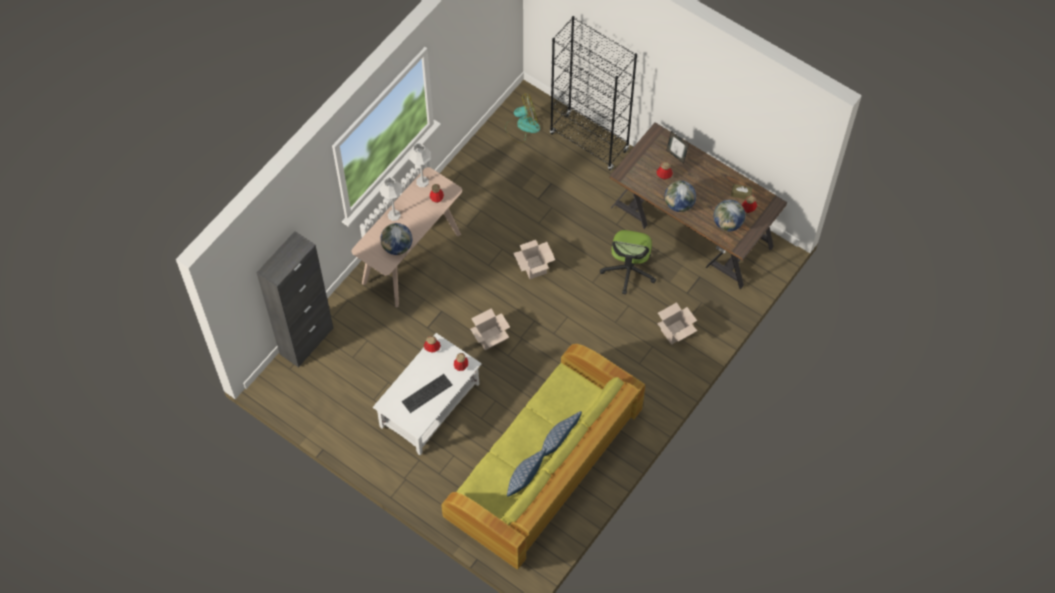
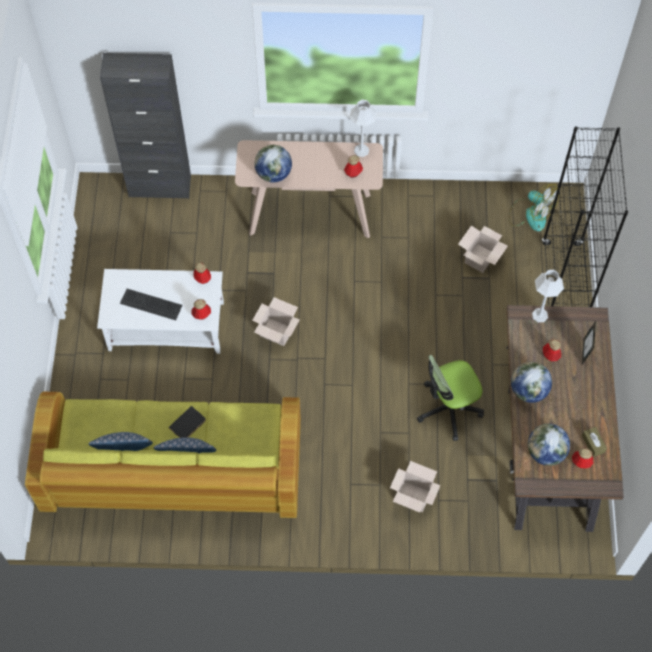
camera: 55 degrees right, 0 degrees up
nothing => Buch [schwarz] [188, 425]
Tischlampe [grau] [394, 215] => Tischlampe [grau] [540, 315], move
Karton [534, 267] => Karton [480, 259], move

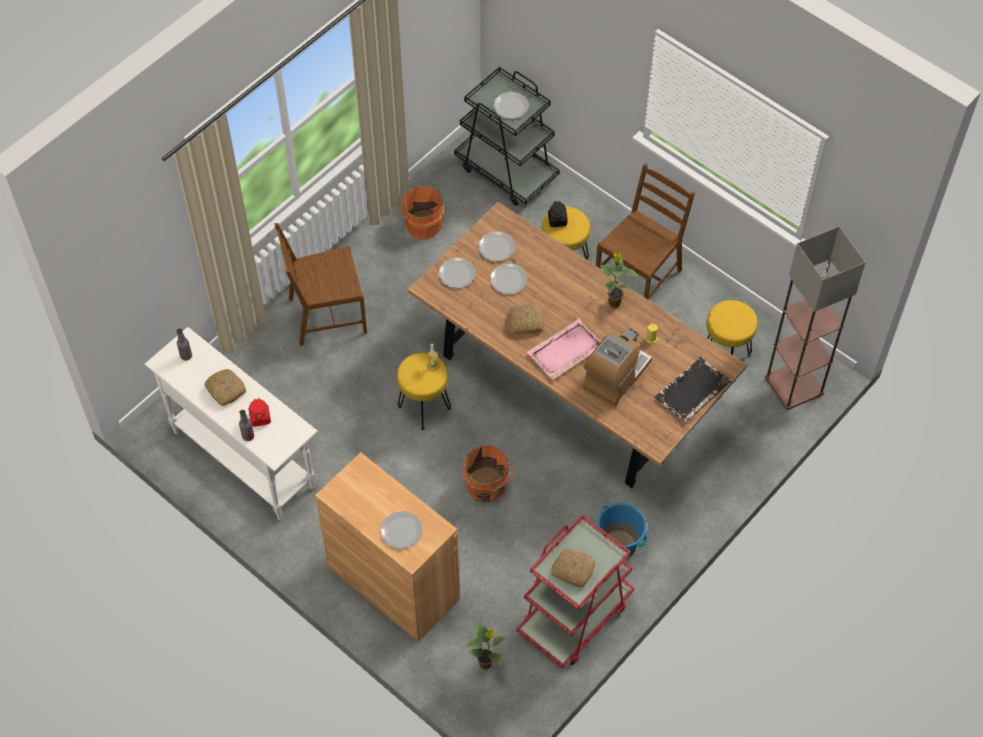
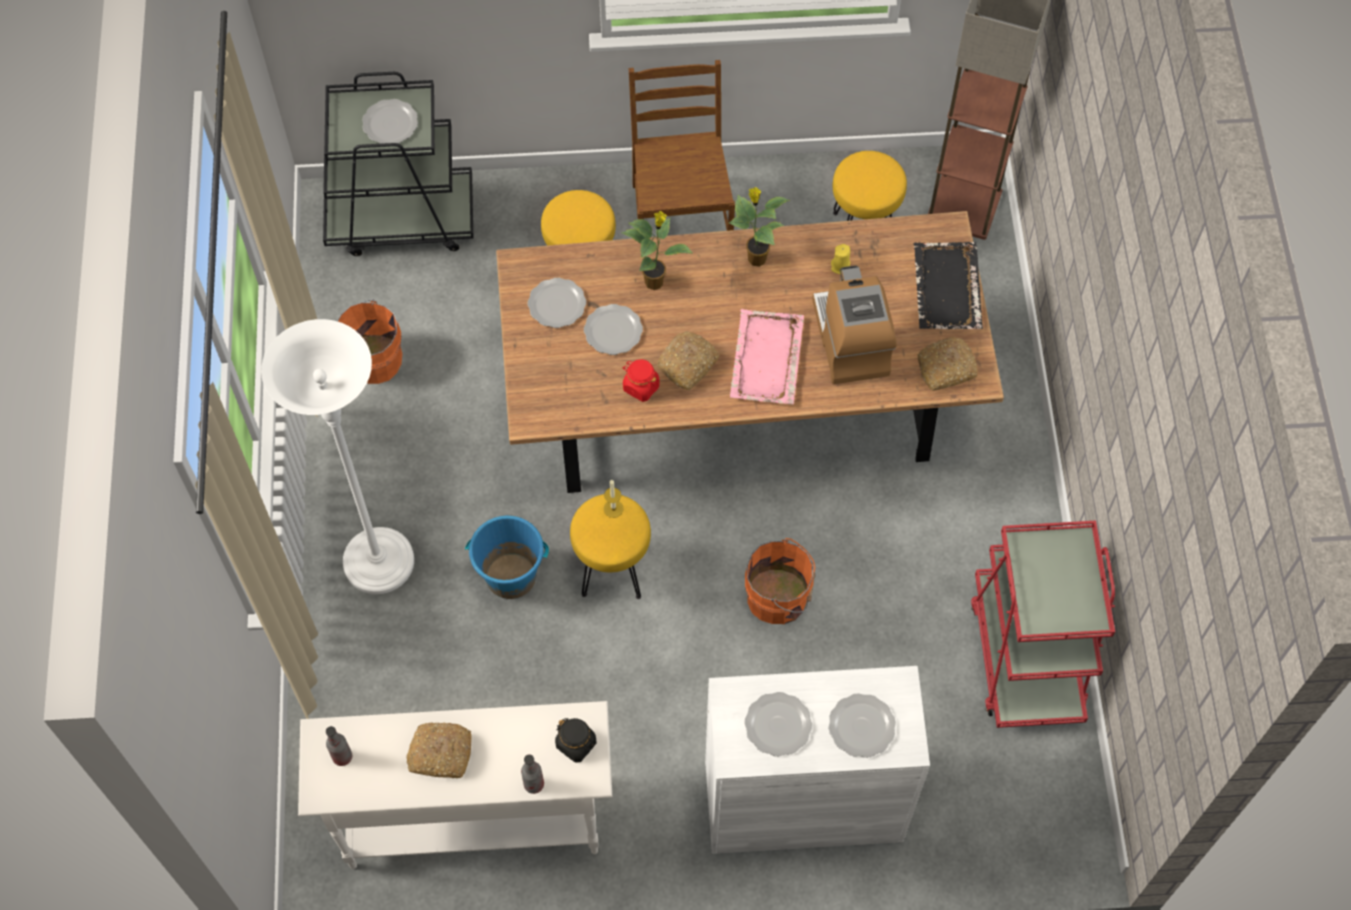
camera: 45 degrees left, 5 degrees up
Vorratsglas [rot] [260, 418] => Vorratsglas [rot] [641, 387], move
Teller [456, 274] => Teller [778, 726], move
Topfpflanze [486, 663] => Topfpflanze [655, 281], move
Vorratsglas [schwarz] [557, 220] => Vorratsglas [schwarz] [576, 744], move
Brot [572, 570] => Brot [945, 369], move
Eimer [blau] [619, 545] => Eimer [blau] [511, 576], move
Stuhl [braun] [326, 315] => Stehlampe [weiß] [379, 563]
Schrank [braun] [393, 583] => Schrank [weiß] [803, 801]

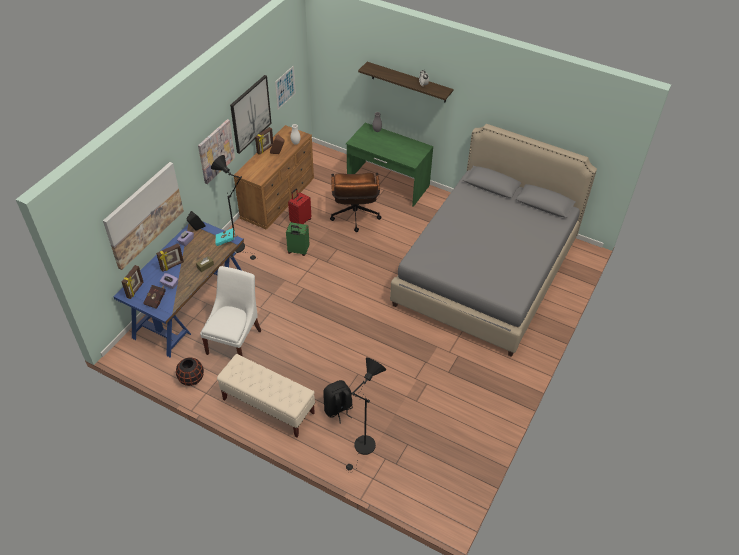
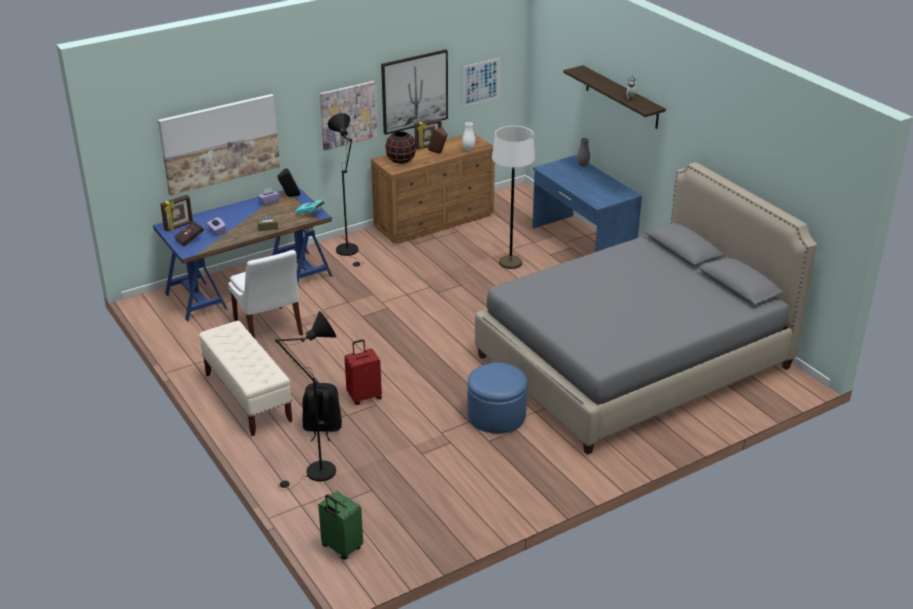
camera: 30 degrees right, 15 degrees down
Bilderrahmen [172, 266] => nothing
nothing => Polsterhocker [blau] [496, 415]
Vase [schwarz] [191, 378] => Vase [schwarz] [401, 160], move
Koffer [grün] [298, 251] => Koffer [grün] [341, 548], move
Koffer [rot] [300, 221] => Koffer [rot] [364, 396], move
Bürostuhl [braun] [355, 218] => Stehlampe [weiß] [510, 263]
Schreibtisch [grün] [387, 184] => Schreibtisch [blau] [582, 243]
Stuhl [weiß] [235, 340] => Stuhl [weiß] [268, 329], 105 degrees clockwise

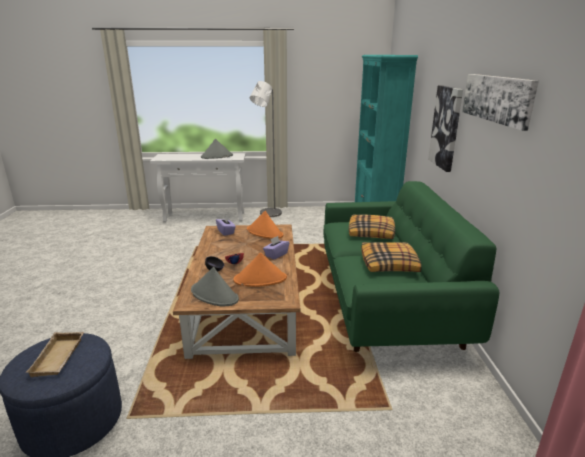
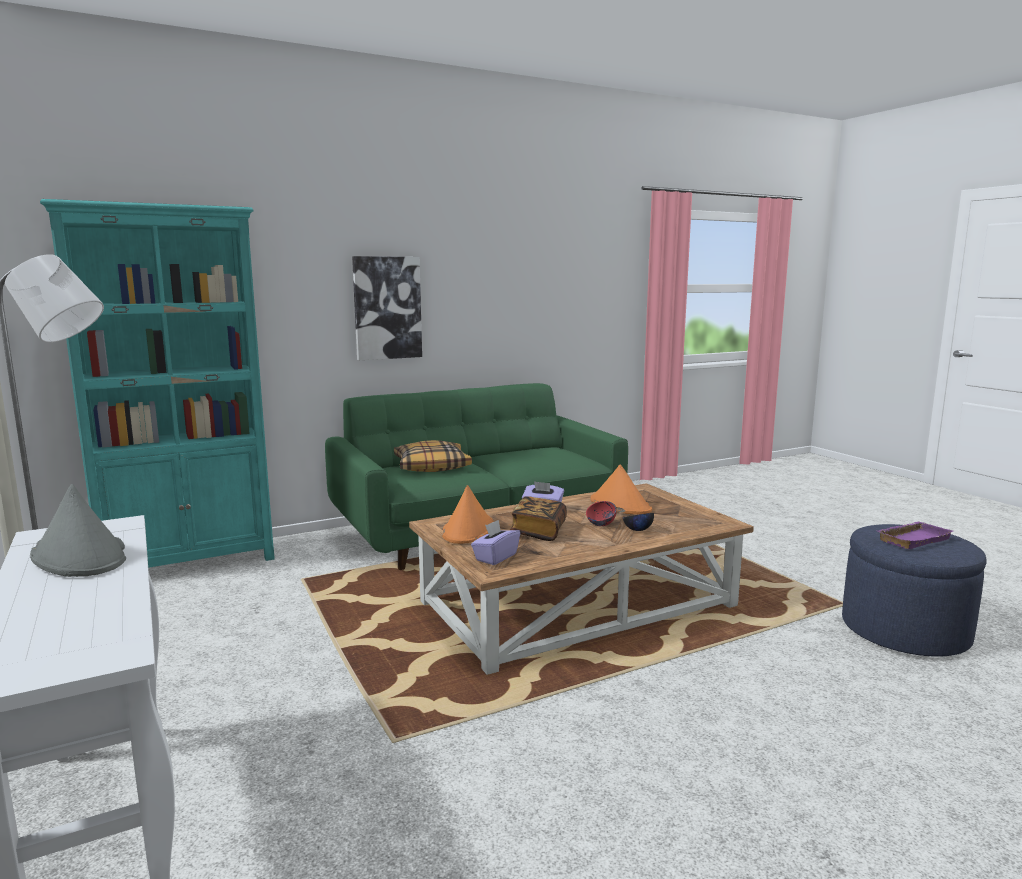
camera: 115 degrees left, 10 degrees down
Hut [grau] [214, 295] => nothing
Kissen [389, 264] => nothing
Bild [497, 98] => nothing
nothing => Buch [538, 531]
Tablett [beige] [59, 358] => Tablett [lila] [912, 539]

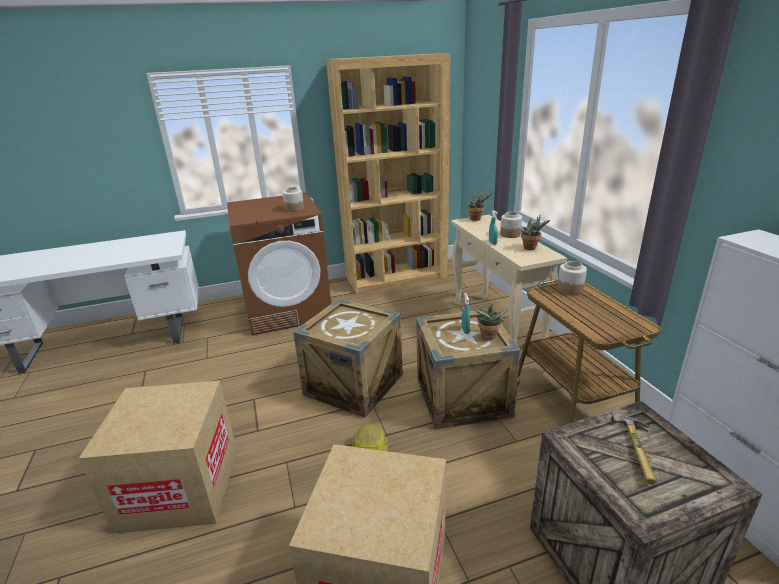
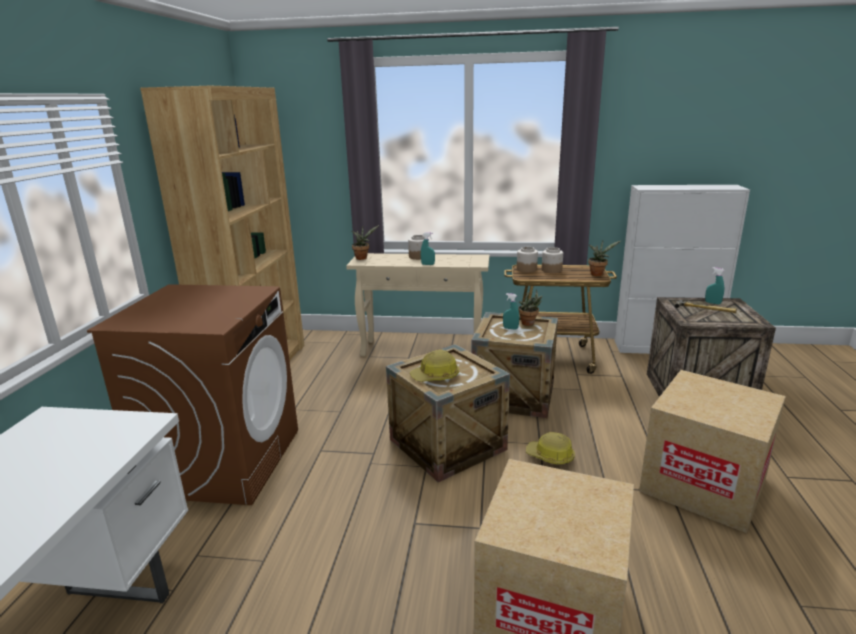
camera: 65 degrees left, 5 degrees down
nothing => Schutzhelm [436, 376]
nothing => Sprühflasche [türkis] [712, 303]
Vorratsglas [294, 209] => Vorratsglas [551, 270], move
Topfpflanze [531, 248] => Topfpflanze [598, 274], move

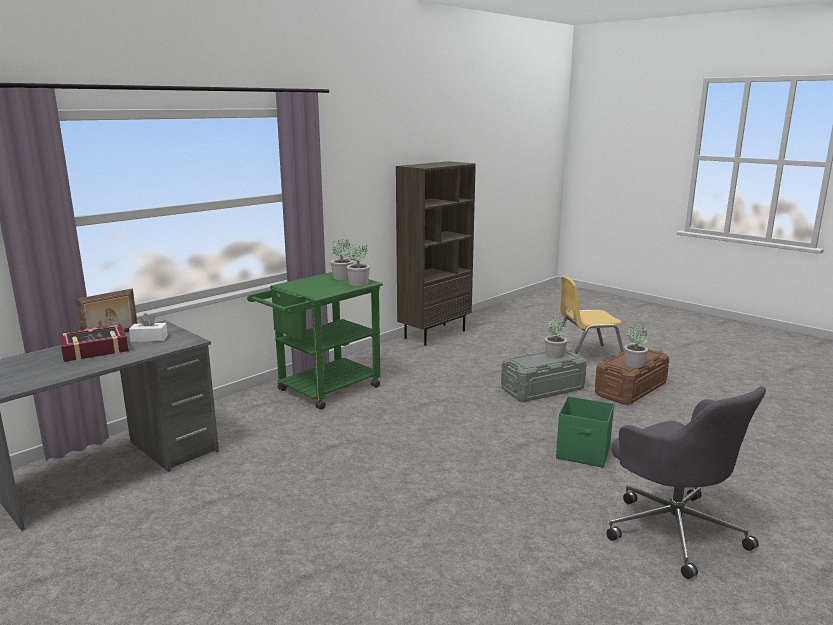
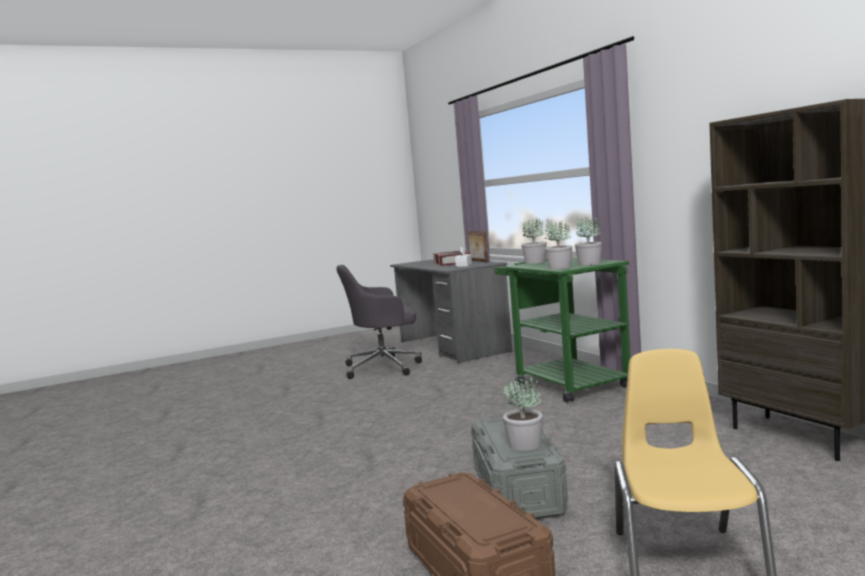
camera: 110 degrees right, 10 degrees down
Aufbewahrungsbox [grün] [584, 453] => nothing
Bürostuhl [grau] [672, 529] => Bürostuhl [grau] [384, 367], move
Topfpflanze [634, 364] => Topfpflanze [535, 262], move

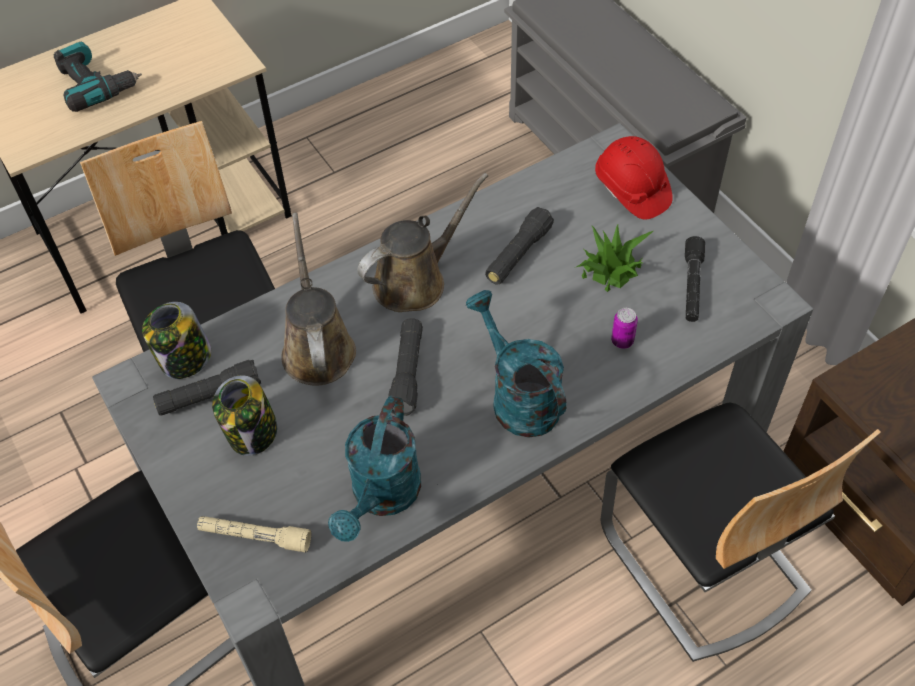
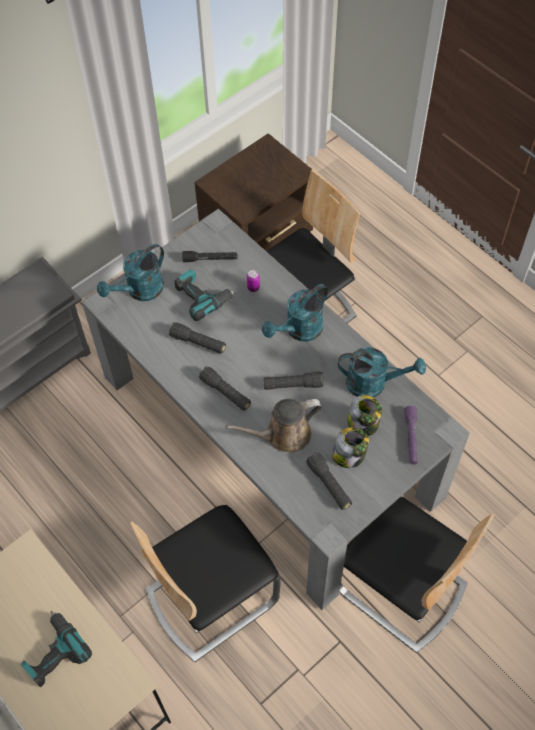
camera: 100 degrees left, 5 degrees up
Vorratsglas [185, 359] => Vorratsglas [363, 423], move
Gießkanne [braun] [415, 280] => Taschenlampe [schwarz] [225, 392]
Topfpflanze [610, 268] => Bohrmaschine [202, 297]
Schutzhelm [rot] [631, 190] => Gießkanne [türkis] [140, 291]
Taschenlampe [beige] [255, 537] => Taschenlampe [lila] [411, 438]

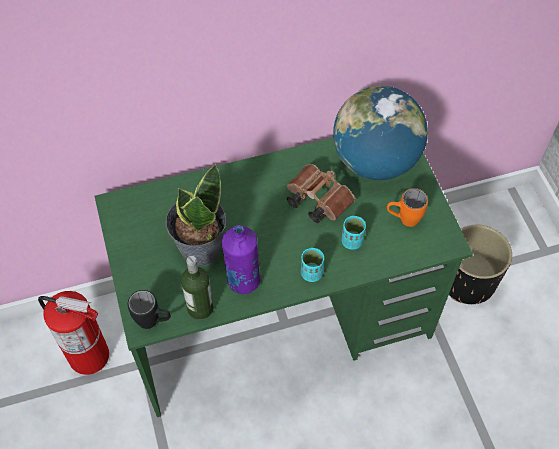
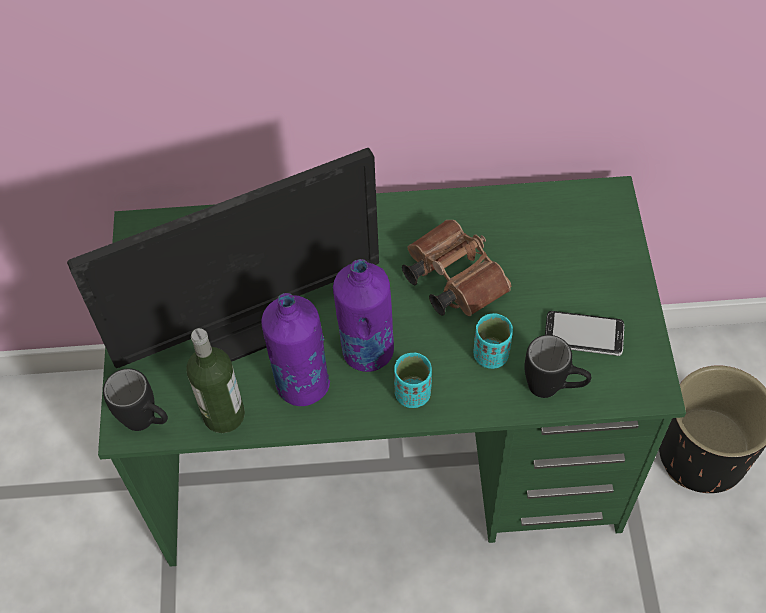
camera: 15 degrees right, 0 degrees up
Feuerlöscher [89, 356] => nothing
Globus [375, 161] => nothing
nothing => Flasche [lila] [367, 351]
nothing => Henkelbecher [schwarz] [553, 388]
Topfpflanze [200, 248] => Monitor [249, 320]
Henkelbecher [orange] [403, 219] => Handy [583, 335]

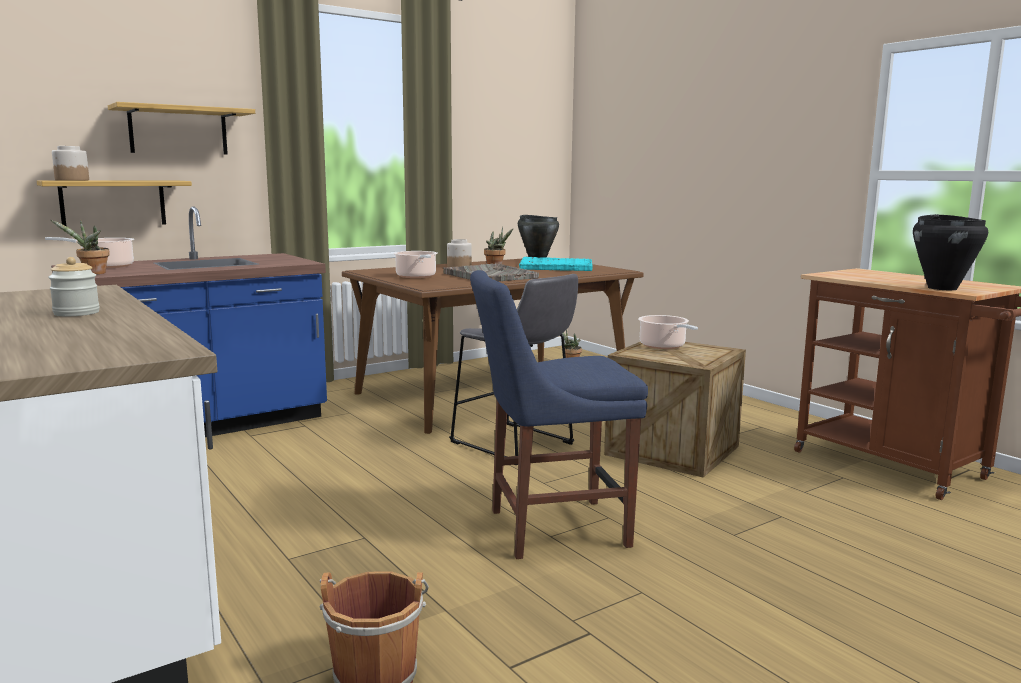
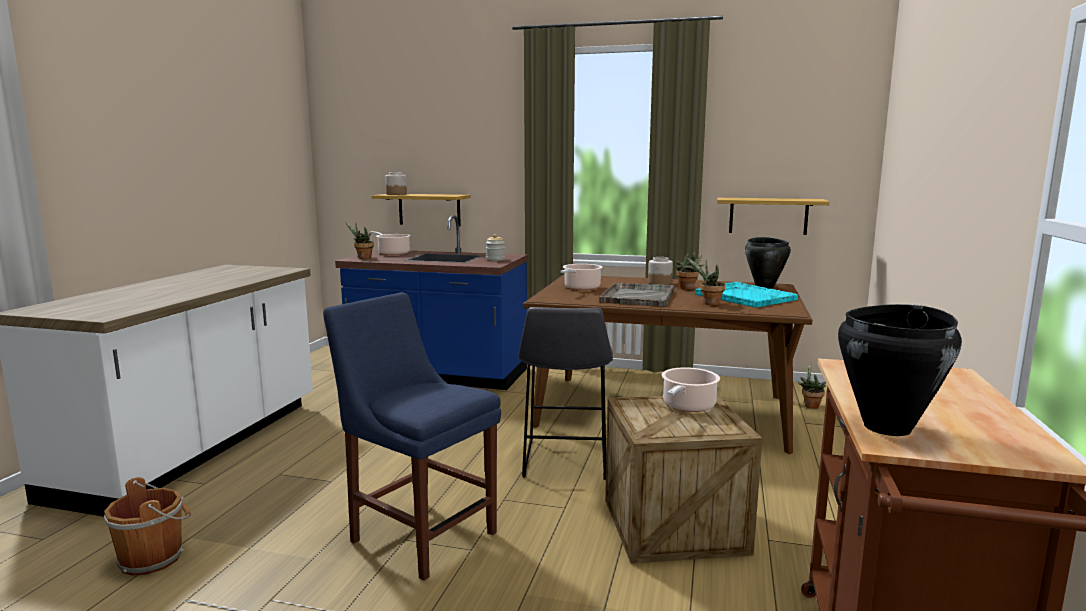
camera: 50 degrees right, 0 degrees up
nothing => Topfpflanze [709, 303]
Vorratsglas [76, 313] => Vorratsglas [495, 259], move
Wandregal [178, 131] => Wandregal [768, 215], move

